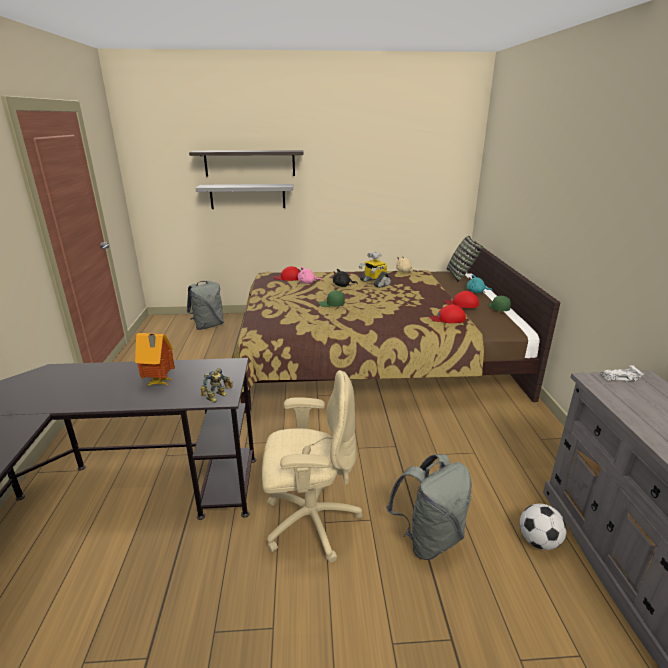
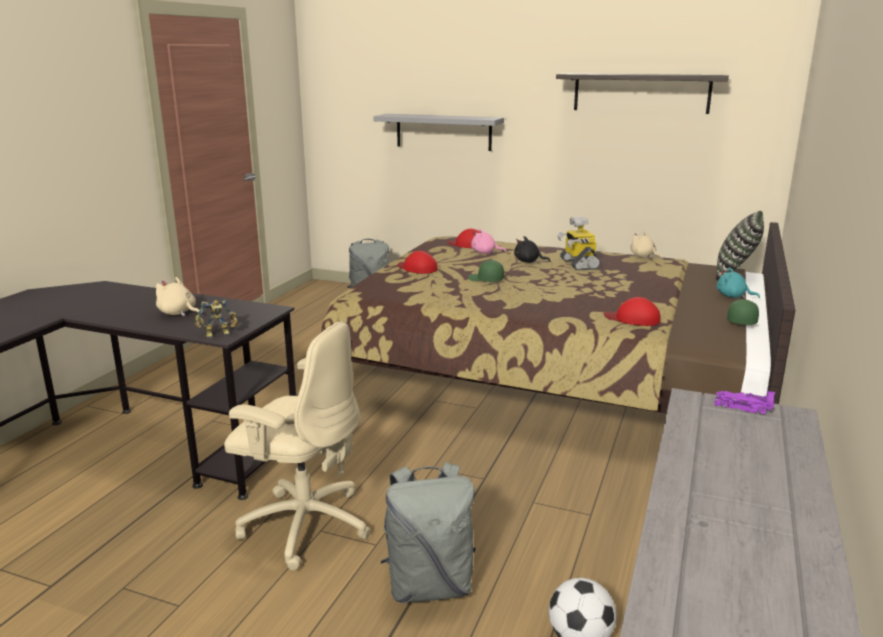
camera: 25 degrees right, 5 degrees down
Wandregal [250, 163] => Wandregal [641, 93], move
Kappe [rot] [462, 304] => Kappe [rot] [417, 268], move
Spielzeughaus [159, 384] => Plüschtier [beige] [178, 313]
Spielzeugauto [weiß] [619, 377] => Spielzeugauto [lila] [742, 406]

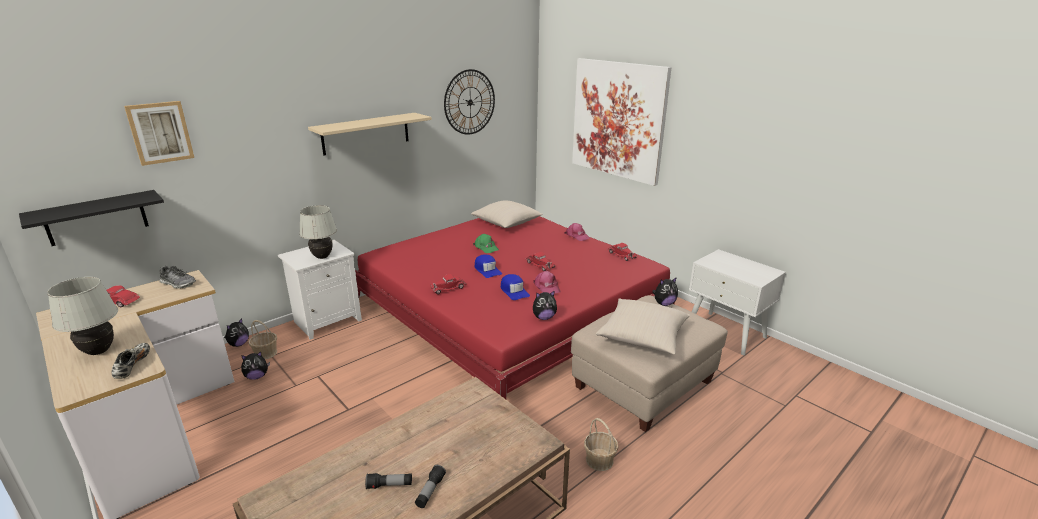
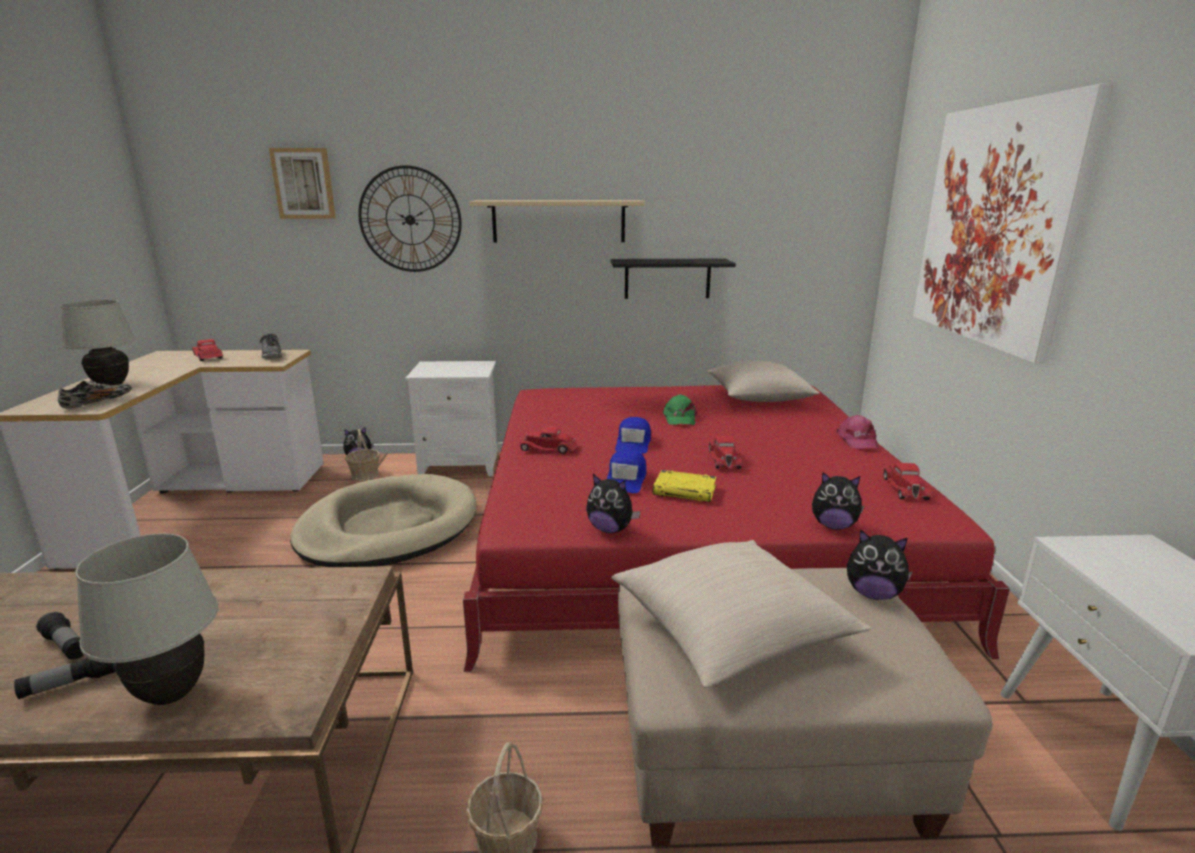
camera: 40 degrees right, 5 degrees down
nothing => Hundebett [beige] [388, 528]
Wandregal [schwarz] [96, 218] => Wandregal [schwarz] [667, 278], move
Plüschtier [257, 376] => Plüschtier [833, 526], move
Tischlampe [weiß] [322, 257] => Tischlampe [weiß] [173, 694], move
Wanduhr [470, 102] => Wanduhr [410, 220], move
Kappe [rosa] [547, 287] => Buch [gelb] [685, 490]

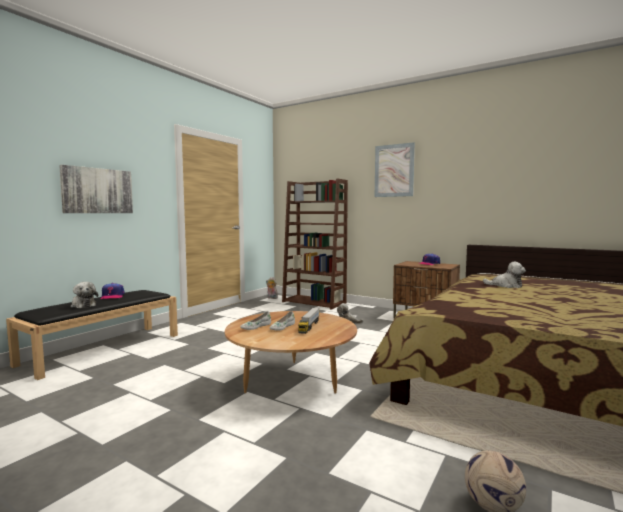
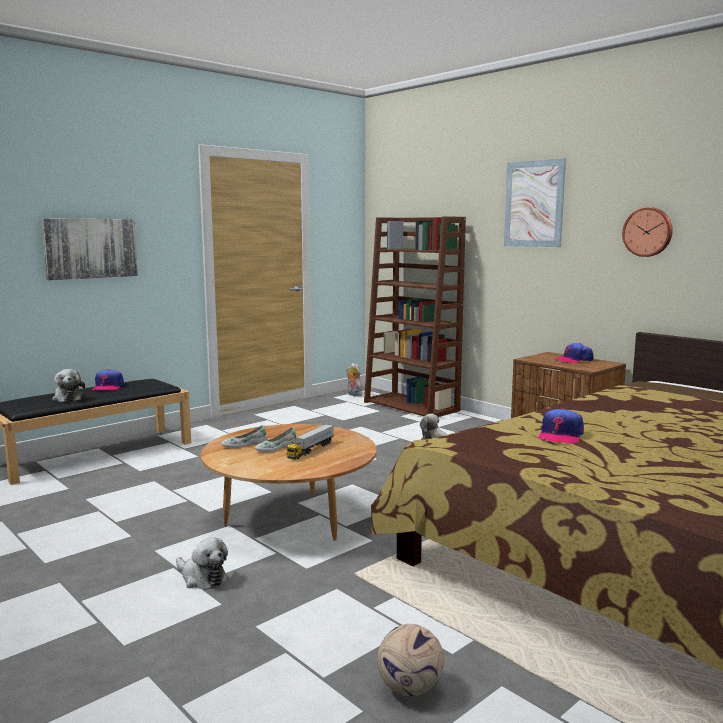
camera: 15 degrees right, 5 degrees up
nothing => Kappe [560, 435]
nothing => Wanduhr [648, 232]
Plüschtier [506, 285] => Plüschtier [202, 578], move

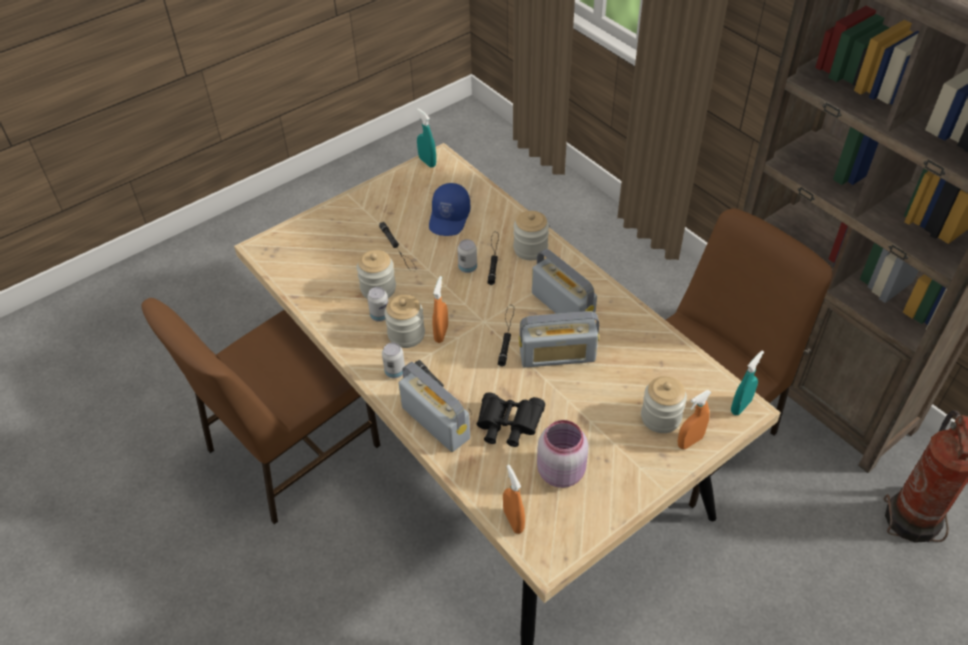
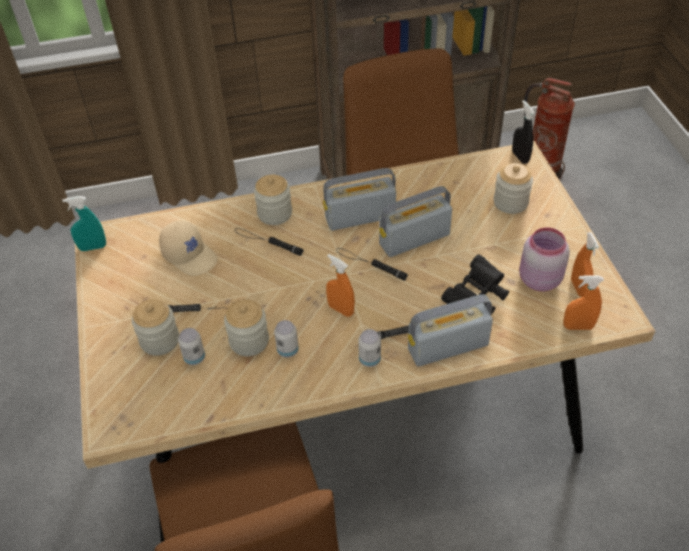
camera: 65 degrees left, 0 degrees up
Vorratsglas [406, 334] => Vorratsglas [159, 340], move
Dose [467, 268] => Dose [194, 358], move
Sprühflasche [orange] [690, 441] => Sprühflasche [orange] [578, 288], move
Kappe [blau] [450, 218] => Kappe [beige] [190, 255]
Sprühflasche [türkis] [740, 406] => Sprühflasche [schwarz] [520, 157]
Radio [557, 356] => Radio [414, 239], 135 degrees counterclockwise

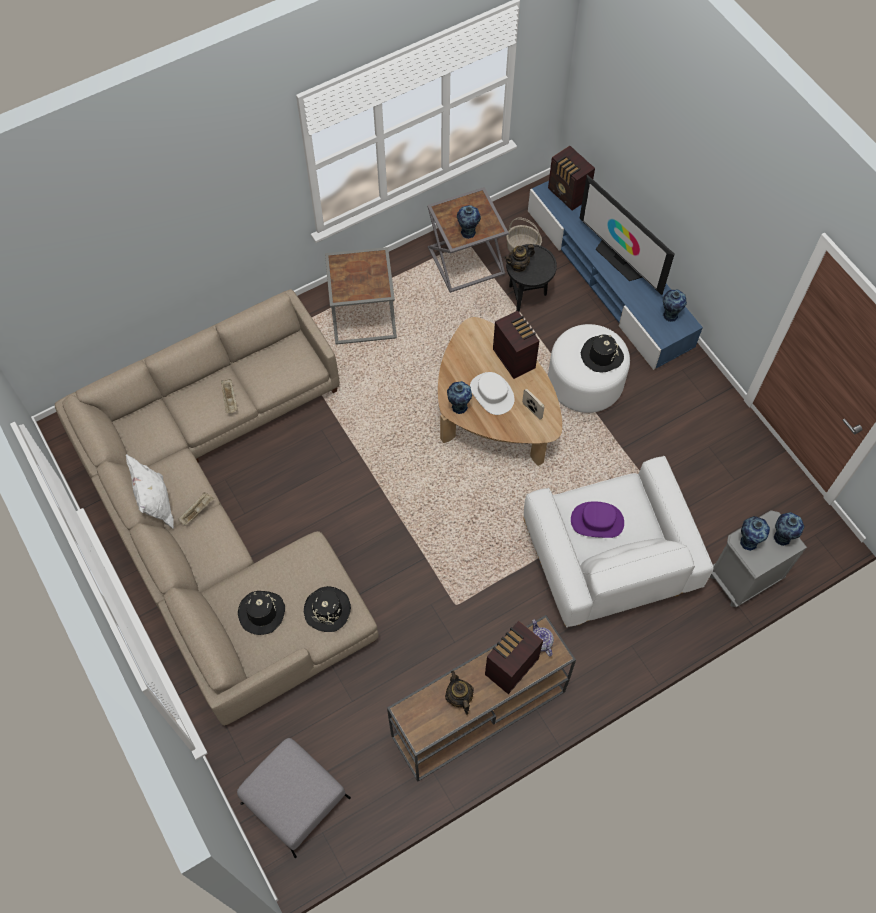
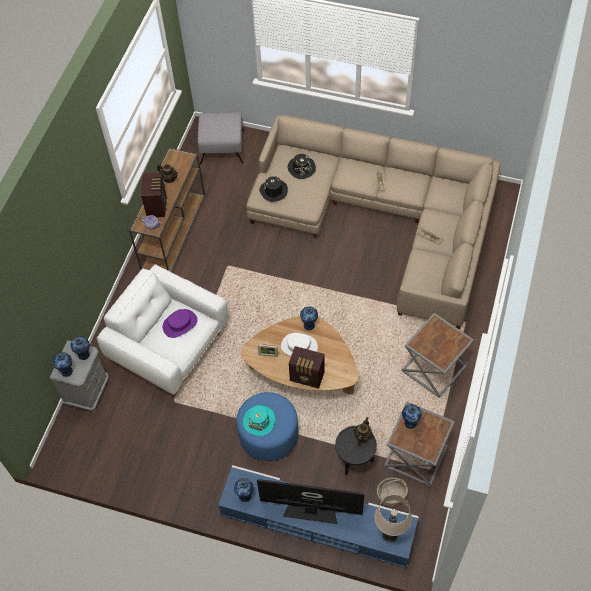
camera: 140 degrees right, 5 degrees down
Kissen [weiß] [156, 504] => nothing
Radio [568, 195] => Tischlampe [beige] [390, 534]
Polsterhocker [weiß] [585, 382] => Polsterhocker [blau] [268, 435]
Hut [schwarz] [601, 355] => Hut [türkis] [259, 421]

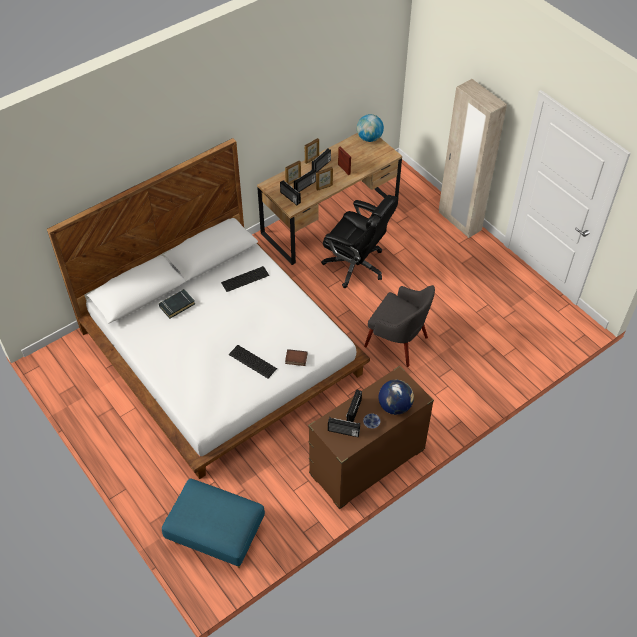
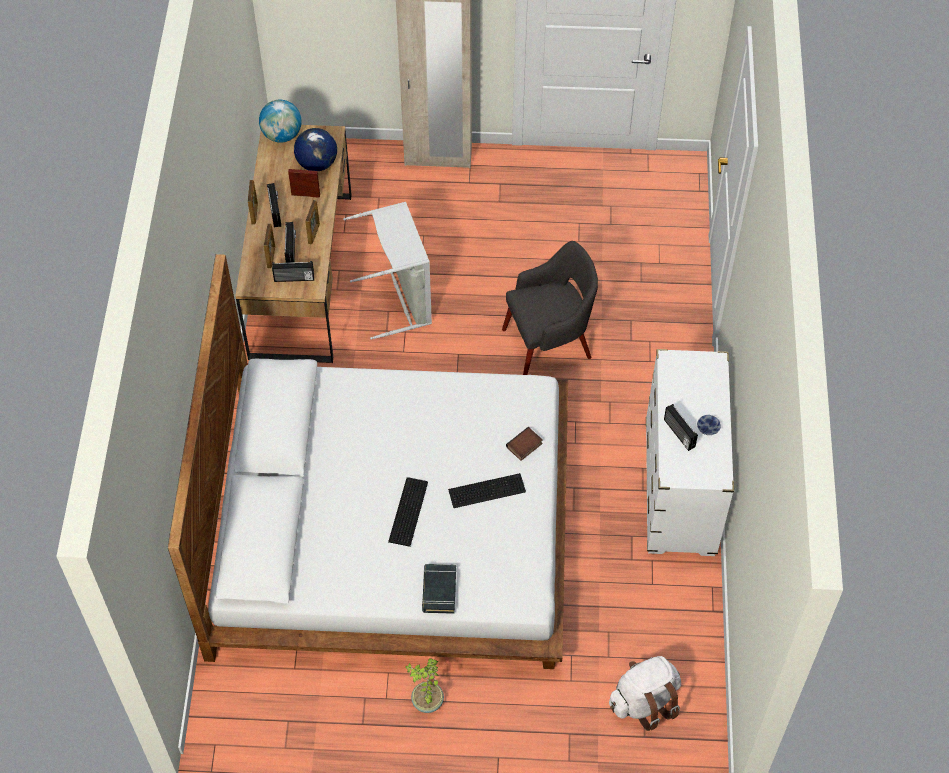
camera: 50 degrees left, 5 degrees up
Radio [343, 432] => nothing
nothing => Topfpflanze [427, 701]
Buch [schwarz] [177, 305] => Buch [schwarz] [439, 590], move
Tastatur [244, 278] => Tastatur [406, 512], move
Globus [395, 406] => Globus [317, 163], move
Polsterhocker [blau] [216, 536] => Rucksack [weiß] [644, 701]
Bürostuhl [schwarz] [356, 265] => Wäschekorb [grau] [400, 300]
Kommode [braun] [367, 463] => Kommode [weiß] [680, 488]

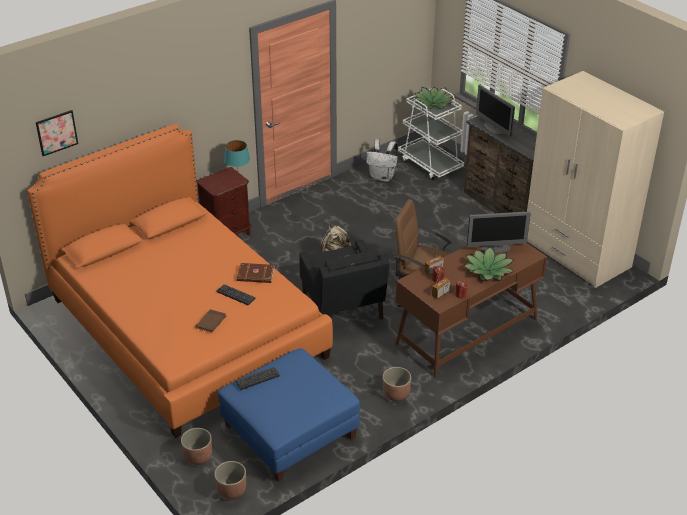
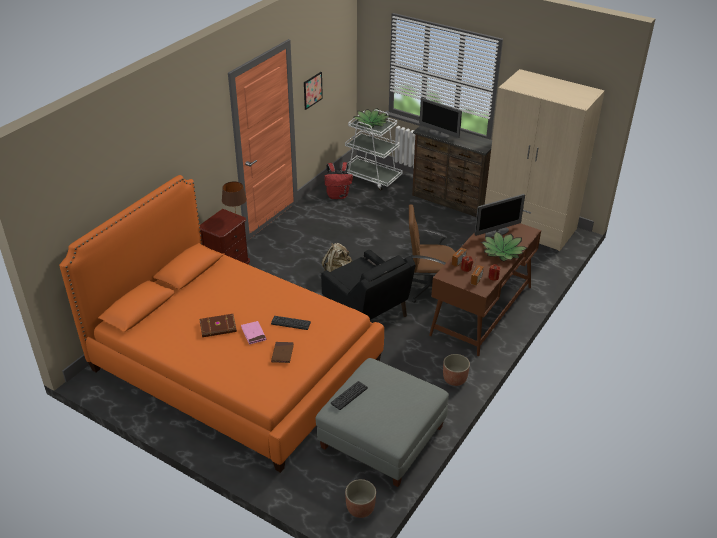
camera: 20 degrees left, 0 degrees up
Pflanzkübel [198, 457] => nothing
nothing => Buch [rosa] [253, 334]
Bild [56, 132] => Bild [312, 90], move
Buch [braun] [256, 275] => Buch [braun] [218, 327], move
Polsterhocker [blau] [290, 430] => Polsterhocker [grau] [382, 436]
Tischlampe [türkis] [238, 179] => Tischlampe [braun] [235, 218]
Rucksack [weiß] [382, 177] => Rucksack [rot] [338, 195]

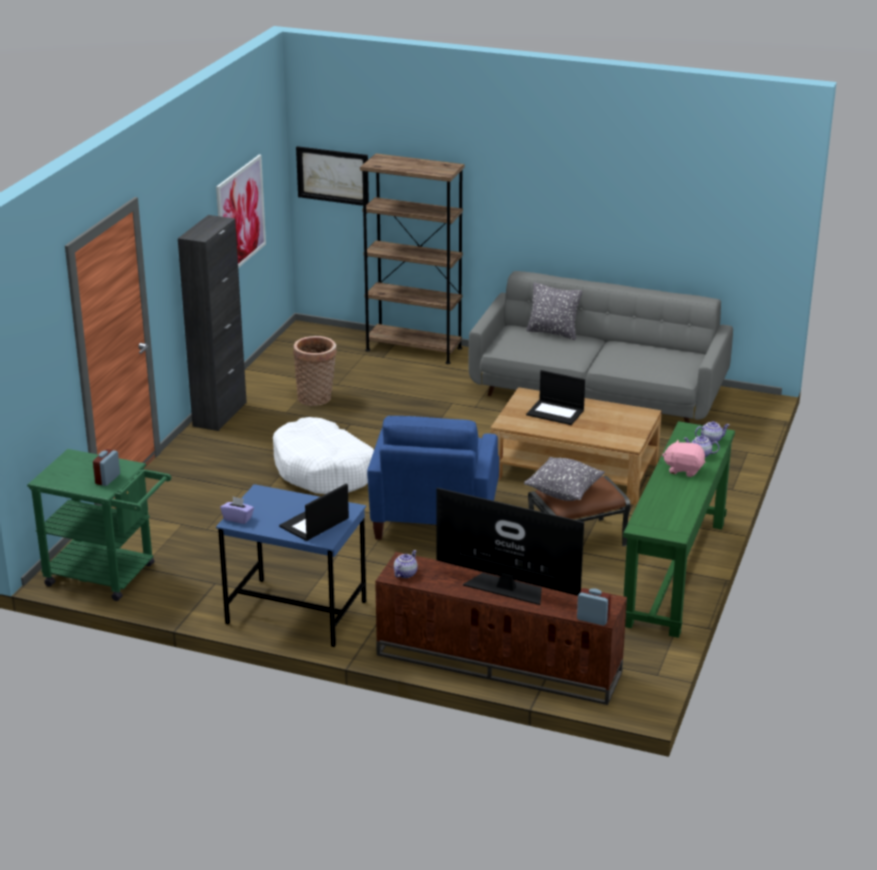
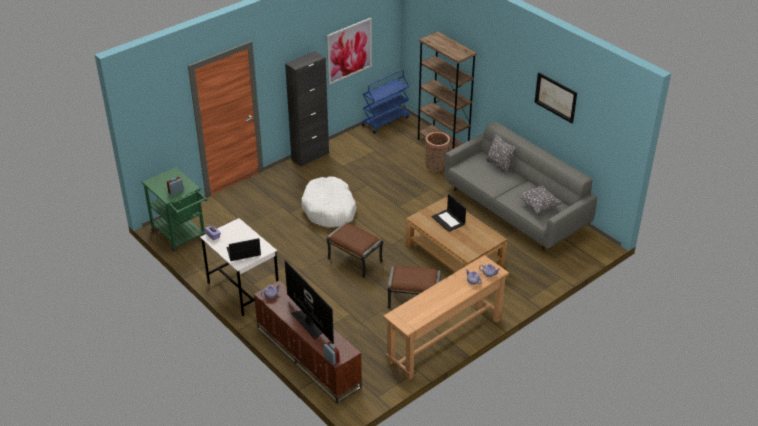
camera: 30 degrees right, 10 degrees up
Plüschtier [rosa] [683, 469] => nothing
nothing => Rollwagen [blau] [385, 121]
Korb [316, 398] => Korb [436, 166], move
Bild [333, 175] => Bild [556, 97], move
Kissen [grau] [564, 493] => Kissen [grau] [539, 206], move
Sessel [blau] [434, 521] => Polsterhocker [braun] [354, 260]
Schreibtisch [blau] [295, 613] => Schreibtisch [weiß] [243, 289]
Konsolentisch [grün] [674, 573] => Konsolentisch [braun] [445, 340]

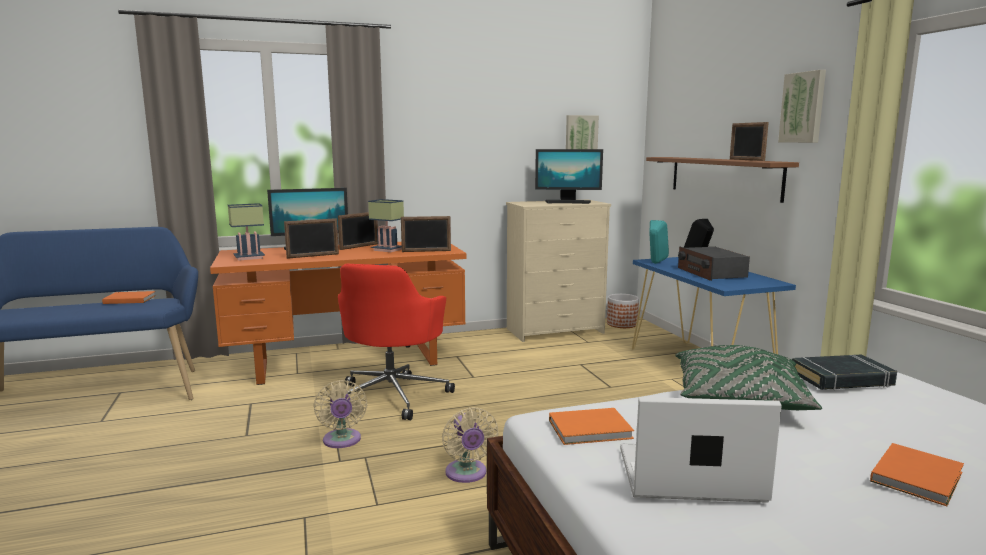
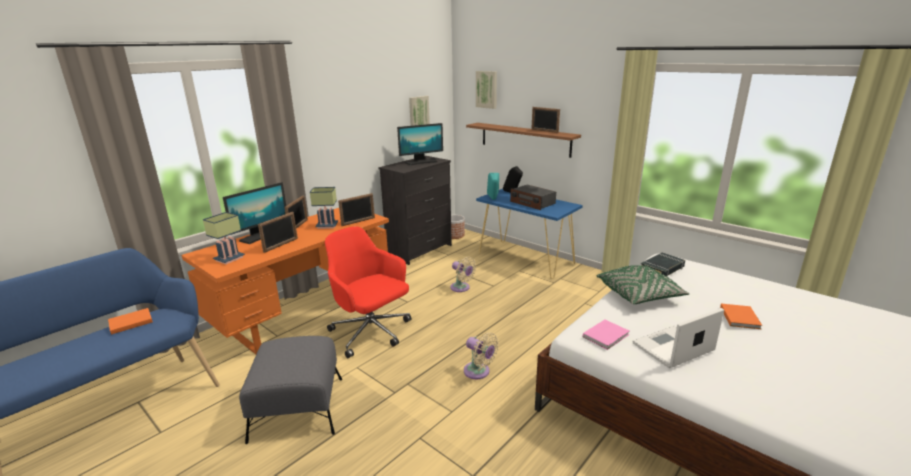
camera: 30 degrees left, 10 degrees up
nothing => Polsterhocker [grau] [298, 408]
Ventilator [beige] [342, 441] => Ventilator [beige] [461, 288], move
Bild [803, 107] => Bild [487, 89], move
Kommode [beige] [556, 331] => Kommode [schwarz] [420, 250]
Buch [orange] [592, 430] => Buch [rosa] [607, 335]
Bürostuhl [rot] [392, 396] => Bürostuhl [rot] [371, 332], 150 degrees clockwise

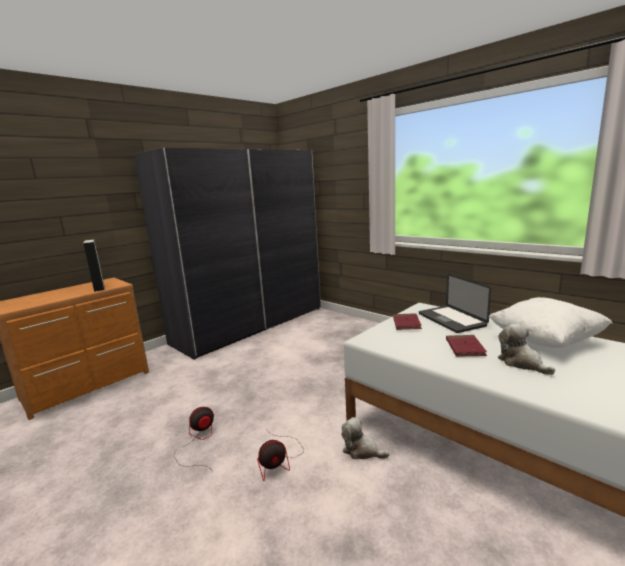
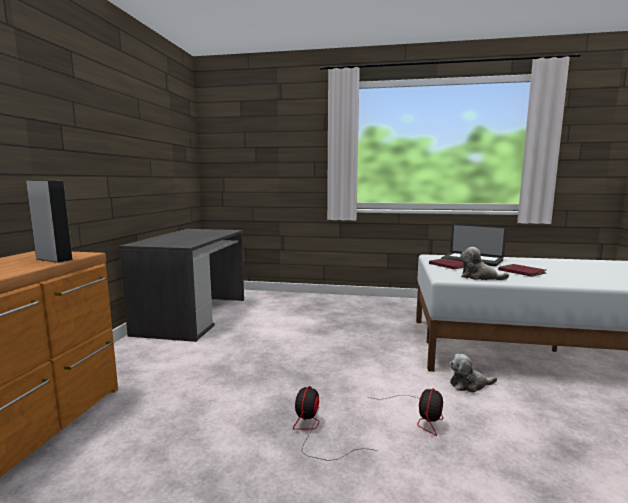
camera: 35 degrees left, 5 degrees down
Kissen [weiß] [545, 340] => nothing
Plüschtier [521, 363] => Plüschtier [479, 277], move
Kleiderschrank [grau] [251, 325] => Schreibtisch [grau] [193, 315]

